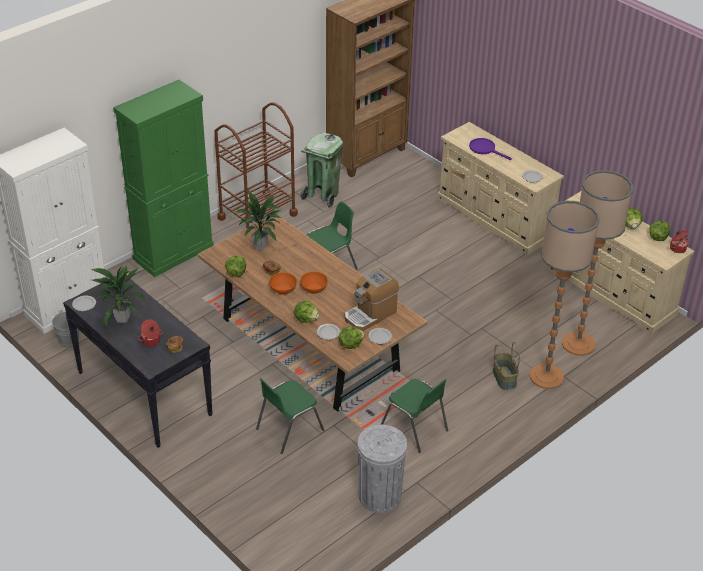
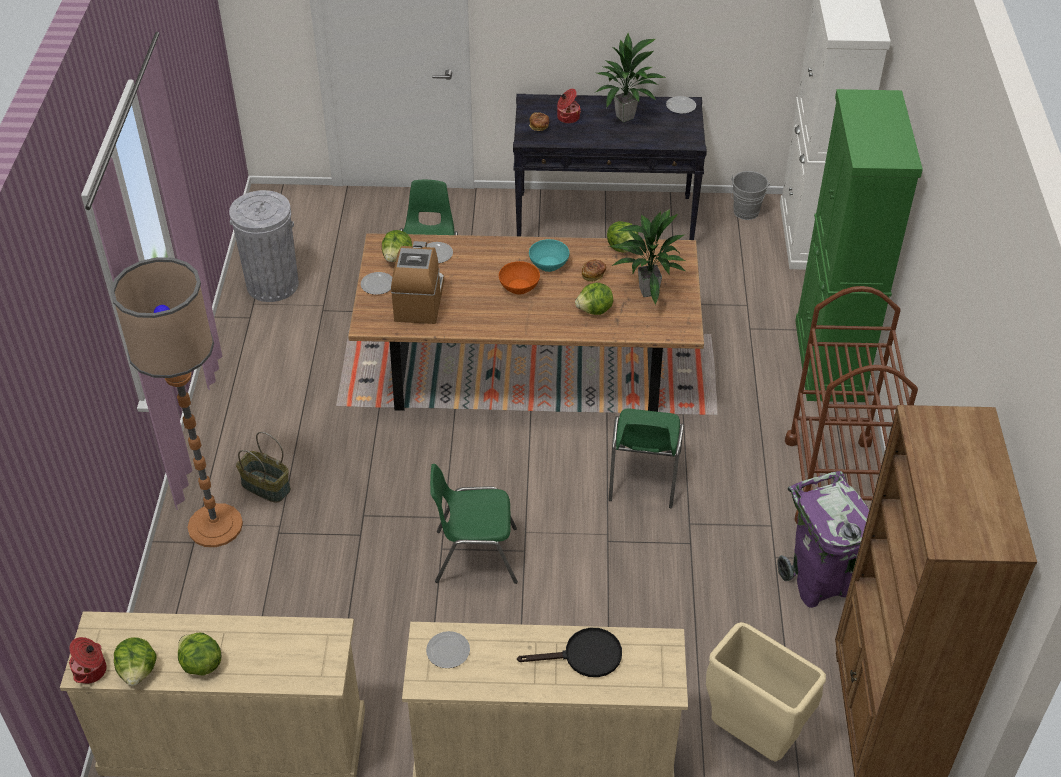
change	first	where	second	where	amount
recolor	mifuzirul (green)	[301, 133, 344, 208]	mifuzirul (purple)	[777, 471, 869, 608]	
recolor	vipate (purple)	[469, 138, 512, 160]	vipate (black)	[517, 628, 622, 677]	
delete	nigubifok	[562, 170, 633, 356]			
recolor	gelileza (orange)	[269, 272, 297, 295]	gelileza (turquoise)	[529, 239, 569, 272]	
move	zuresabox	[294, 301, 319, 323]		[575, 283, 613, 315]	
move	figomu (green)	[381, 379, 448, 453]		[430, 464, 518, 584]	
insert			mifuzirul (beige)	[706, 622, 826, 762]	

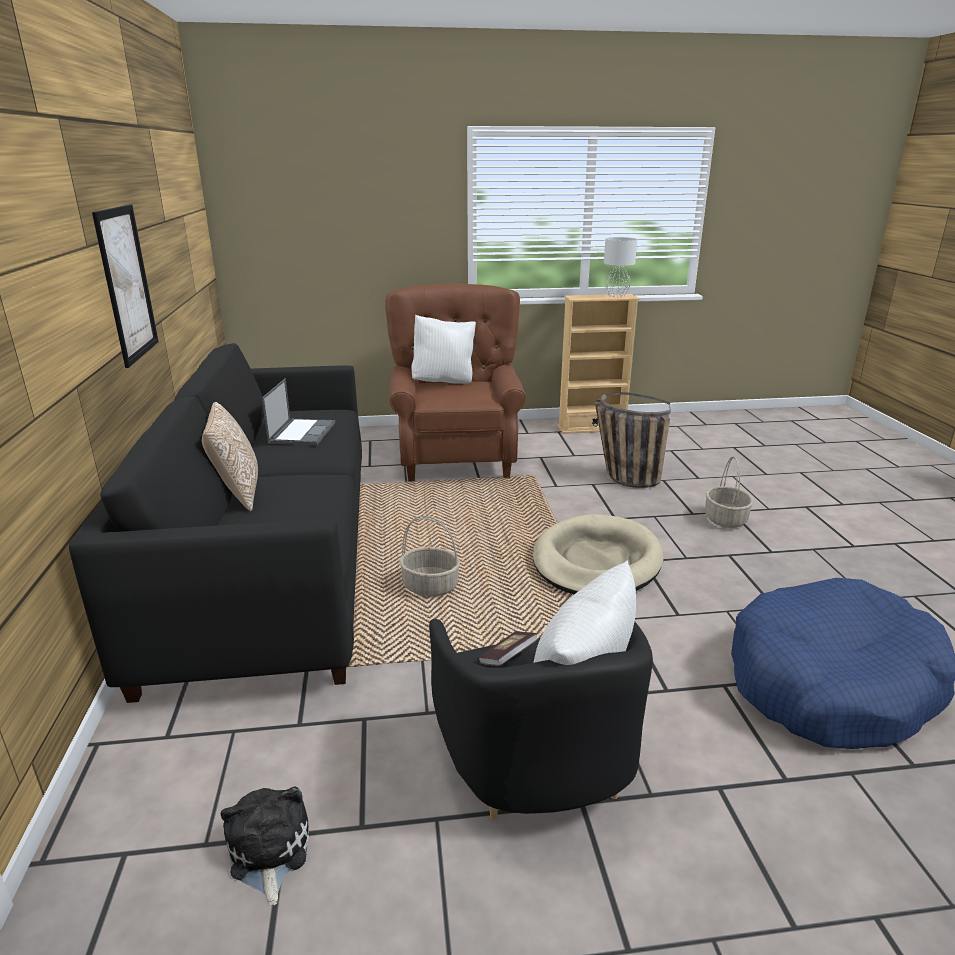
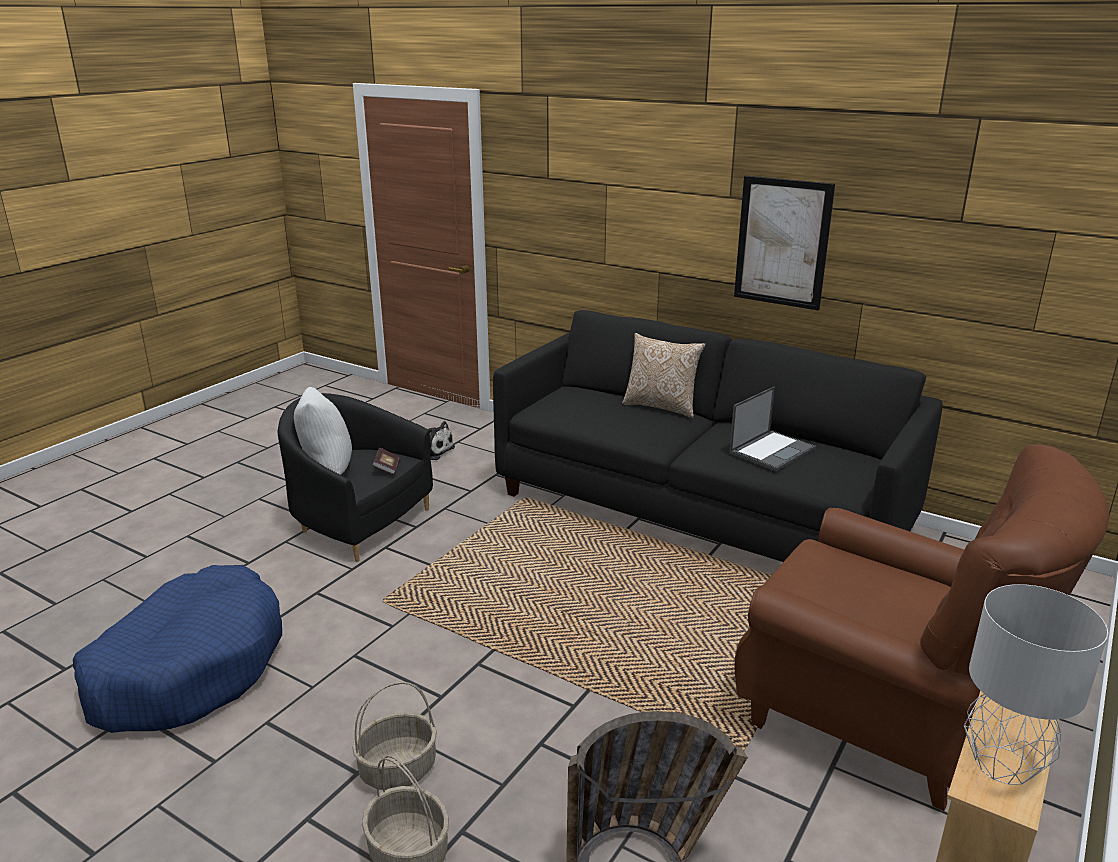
change	first	where	second	where	amount
delete	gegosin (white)	[411, 315, 476, 384]			
rotate	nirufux	[262, 378, 335, 445]		[729, 386, 816, 471]	90 degrees counterclockwise
delete	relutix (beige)	[533, 514, 664, 594]			
move	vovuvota	[399, 516, 460, 597]		[352, 682, 437, 790]	

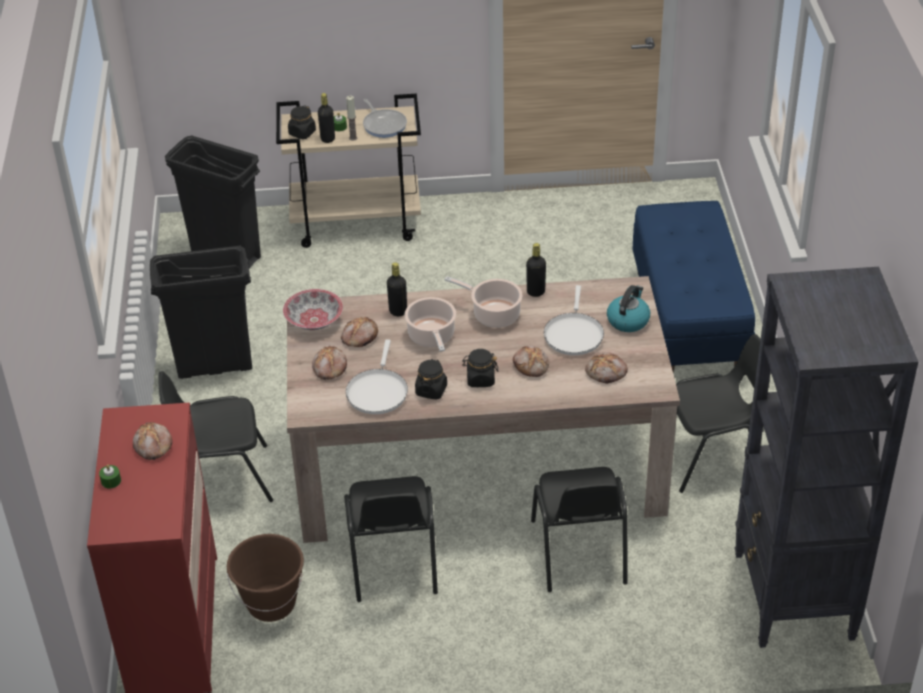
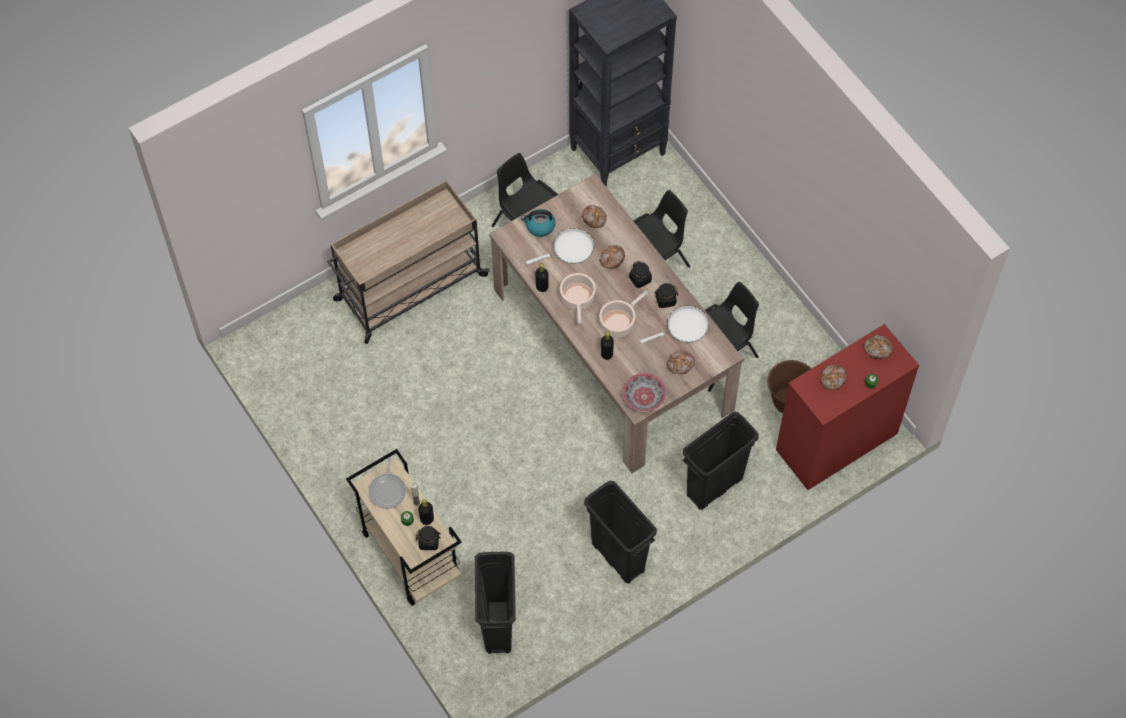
change	first	where	second	where	amount
rotate	vipate	[363, 99, 407, 138]		[368, 456, 406, 509]	150 degrees clockwise
replace	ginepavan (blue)	[632, 201, 755, 374]	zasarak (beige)	[327, 180, 490, 344]	
move	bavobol	[341, 317, 378, 347]		[864, 335, 893, 359]	
replace	figomu (black)	[159, 371, 273, 502]	mifuzirul (black)	[683, 412, 759, 510]	

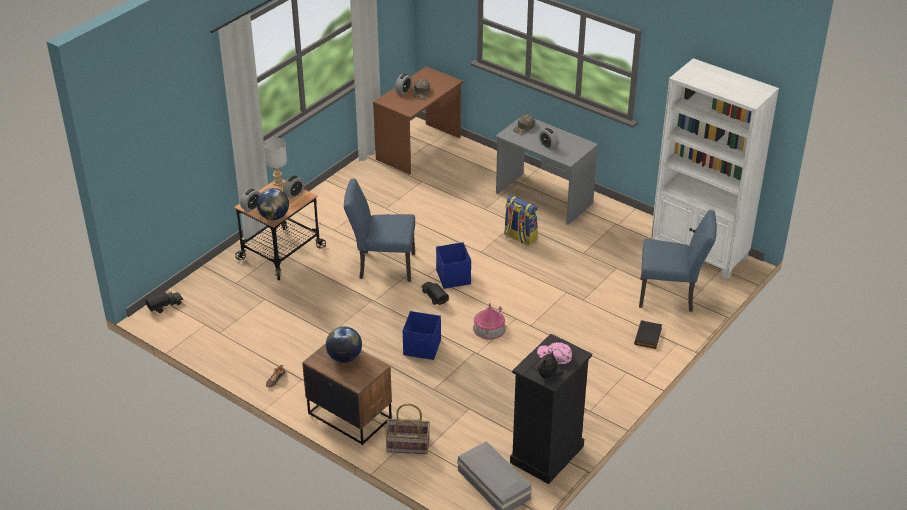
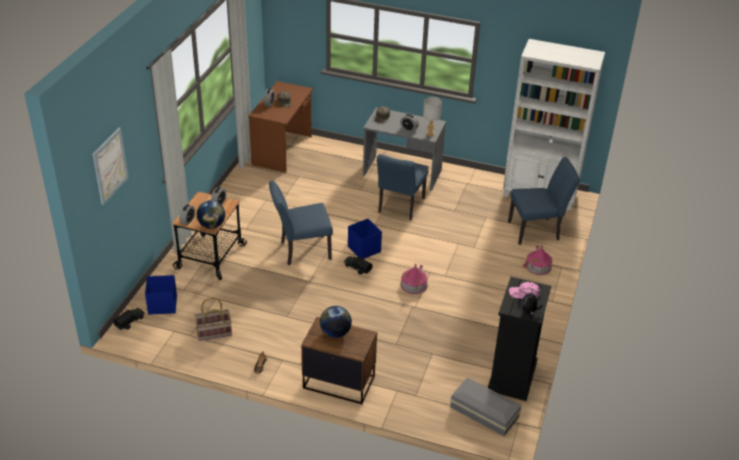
change	first	where	second	where	amount
move	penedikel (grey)	[263, 138, 287, 186]		[423, 97, 442, 137]	
replace	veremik	[504, 195, 538, 246]	figomu (blue)	[377, 154, 429, 220]	
move	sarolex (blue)	[403, 311, 441, 360]		[145, 275, 177, 315]	
replace	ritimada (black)	[634, 320, 662, 349]	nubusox	[523, 245, 552, 275]	
move	vovuvota	[385, 404, 430, 454]		[194, 297, 232, 341]	
insert			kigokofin	[92, 128, 129, 205]	

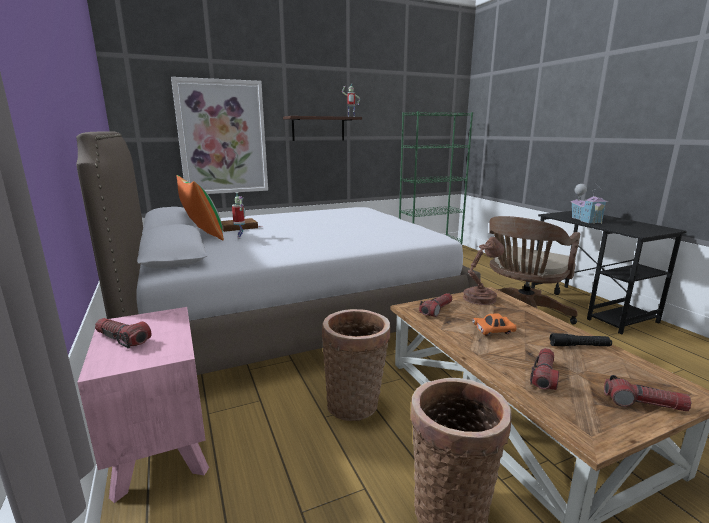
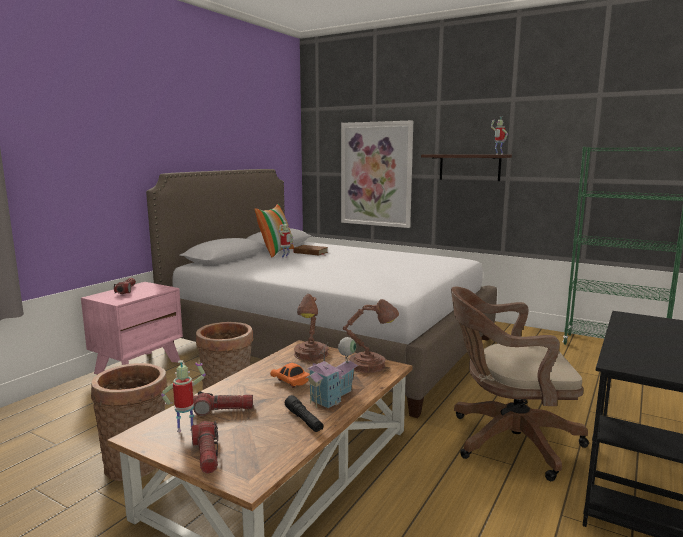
change	first	where	second	where	amount
move	nubusox	[570, 184, 608, 224]		[305, 337, 358, 409]	
replace	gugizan	[419, 293, 452, 317]	penedikel (brown)	[294, 294, 329, 361]	
insert			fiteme	[161, 360, 206, 432]	

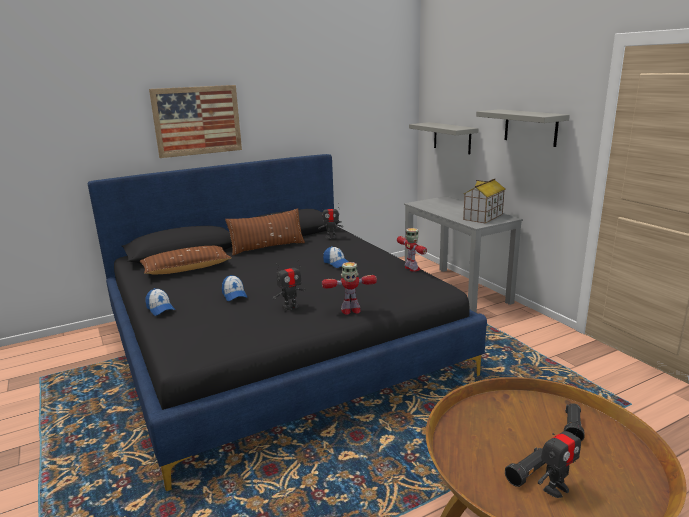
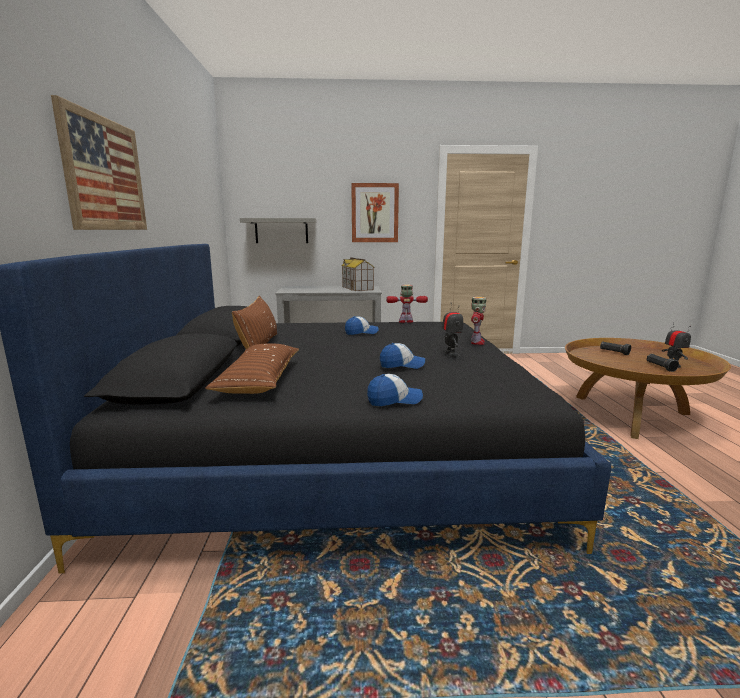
change	first	where	second	where	amount
replace	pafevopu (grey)	[476, 109, 570, 147]	kigokofin	[351, 183, 399, 242]	
delete	fiteme	[318, 203, 344, 239]			

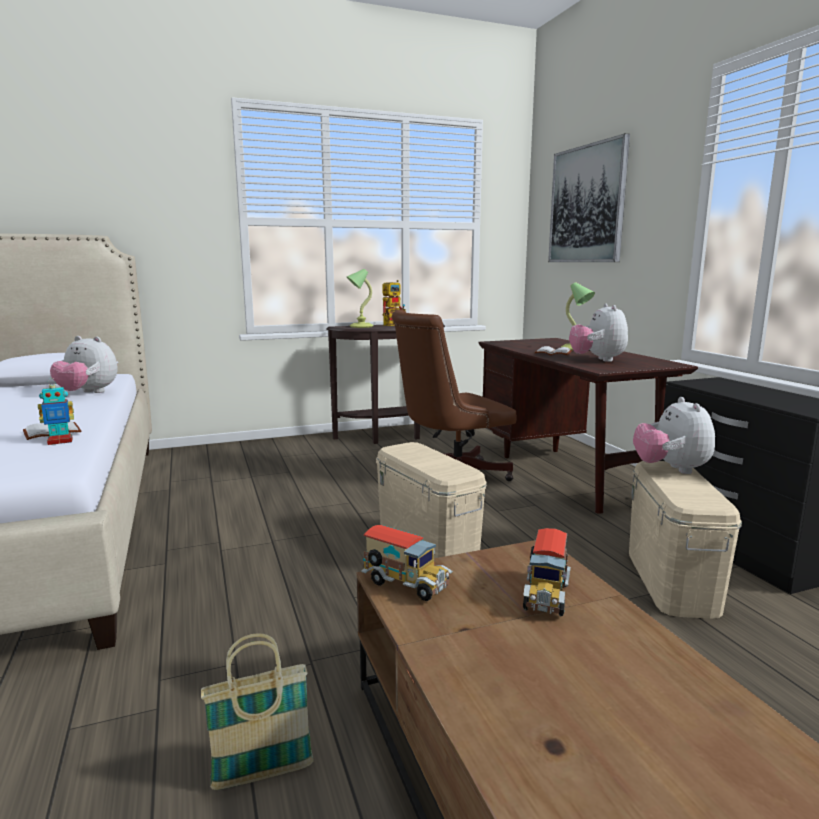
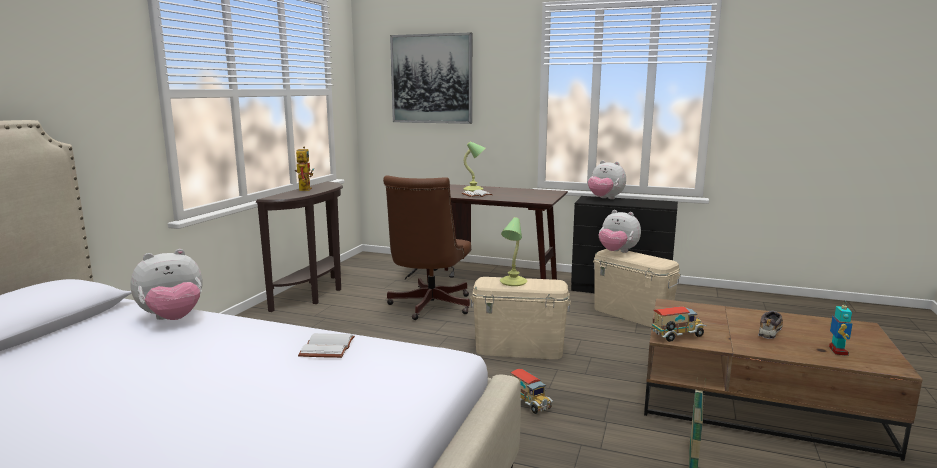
change	first	where	second	where	amount
move	penedikel	[347, 269, 373, 328]		[500, 217, 527, 286]	
move	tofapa	[569, 304, 628, 362]		[588, 160, 626, 199]	
move	fiteme	[38, 378, 74, 445]		[829, 300, 852, 356]	
move	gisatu	[523, 528, 571, 616]		[511, 369, 553, 414]	
insert			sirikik	[758, 311, 783, 339]	

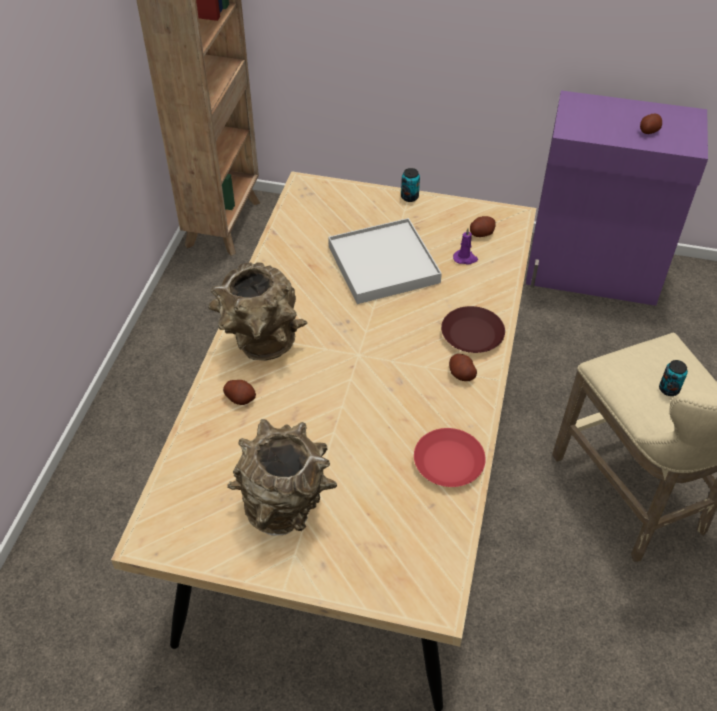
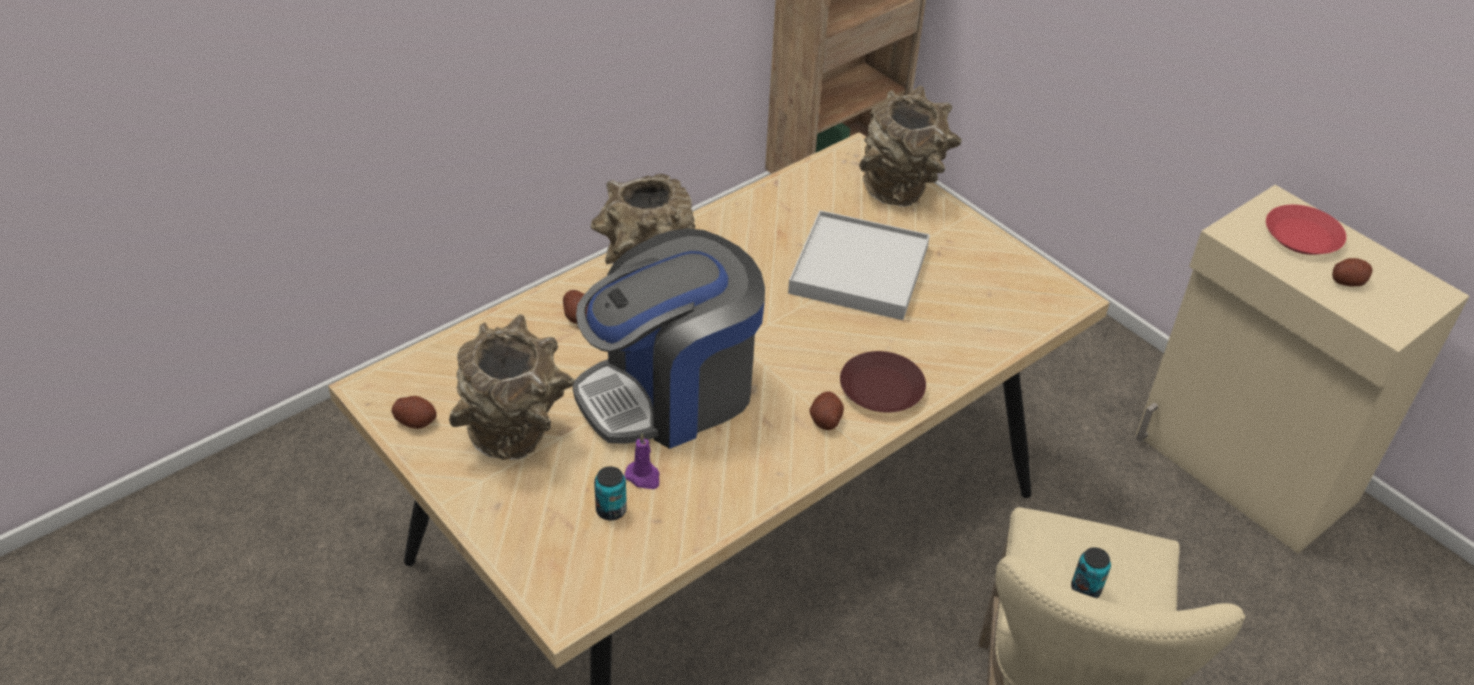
change	first	where	second	where	amount
recolor	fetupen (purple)	[526, 90, 708, 306]	fetupen (beige)	[1136, 185, 1470, 554]	
move	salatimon	[401, 168, 420, 202]		[594, 466, 627, 520]	
move	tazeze	[470, 216, 496, 237]		[392, 396, 437, 429]	
move	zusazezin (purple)	[453, 228, 478, 265]		[625, 433, 660, 489]	
move	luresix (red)	[414, 428, 486, 487]		[1266, 205, 1346, 255]	
insert			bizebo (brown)	[859, 86, 962, 207]	
insert			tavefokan	[573, 228, 765, 449]	

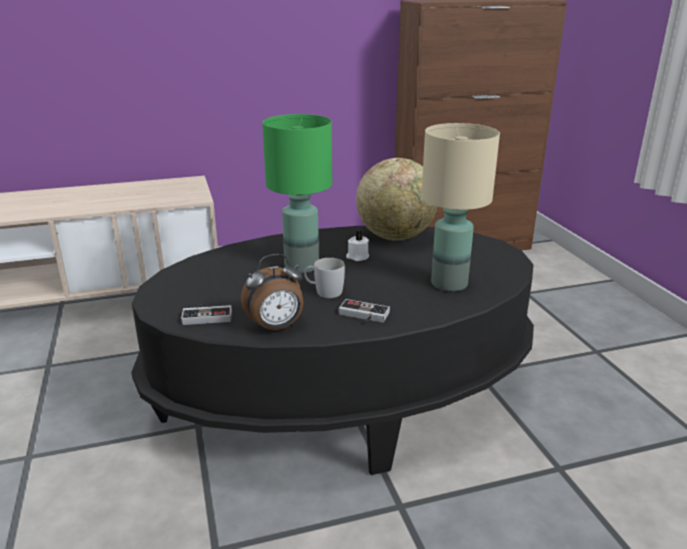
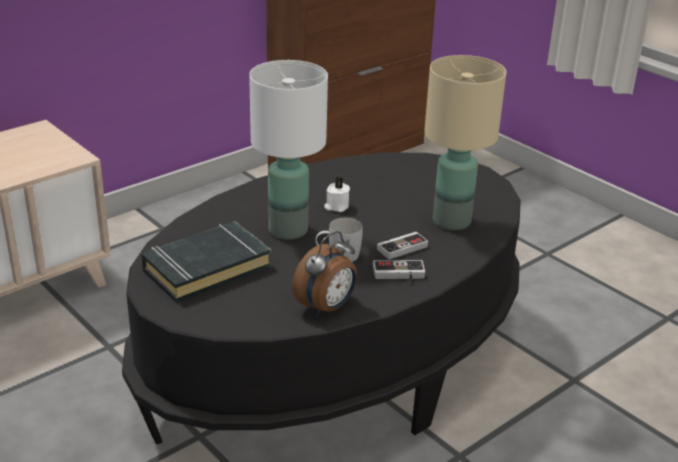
change	first	where	second	where	amount
recolor	penedikel (green)	[262, 114, 332, 273]	penedikel (white)	[249, 60, 328, 239]	
delete	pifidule	[356, 158, 437, 241]			
move	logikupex	[181, 305, 232, 325]		[377, 232, 428, 259]	
insert			ritimada (black)	[141, 221, 272, 303]	

